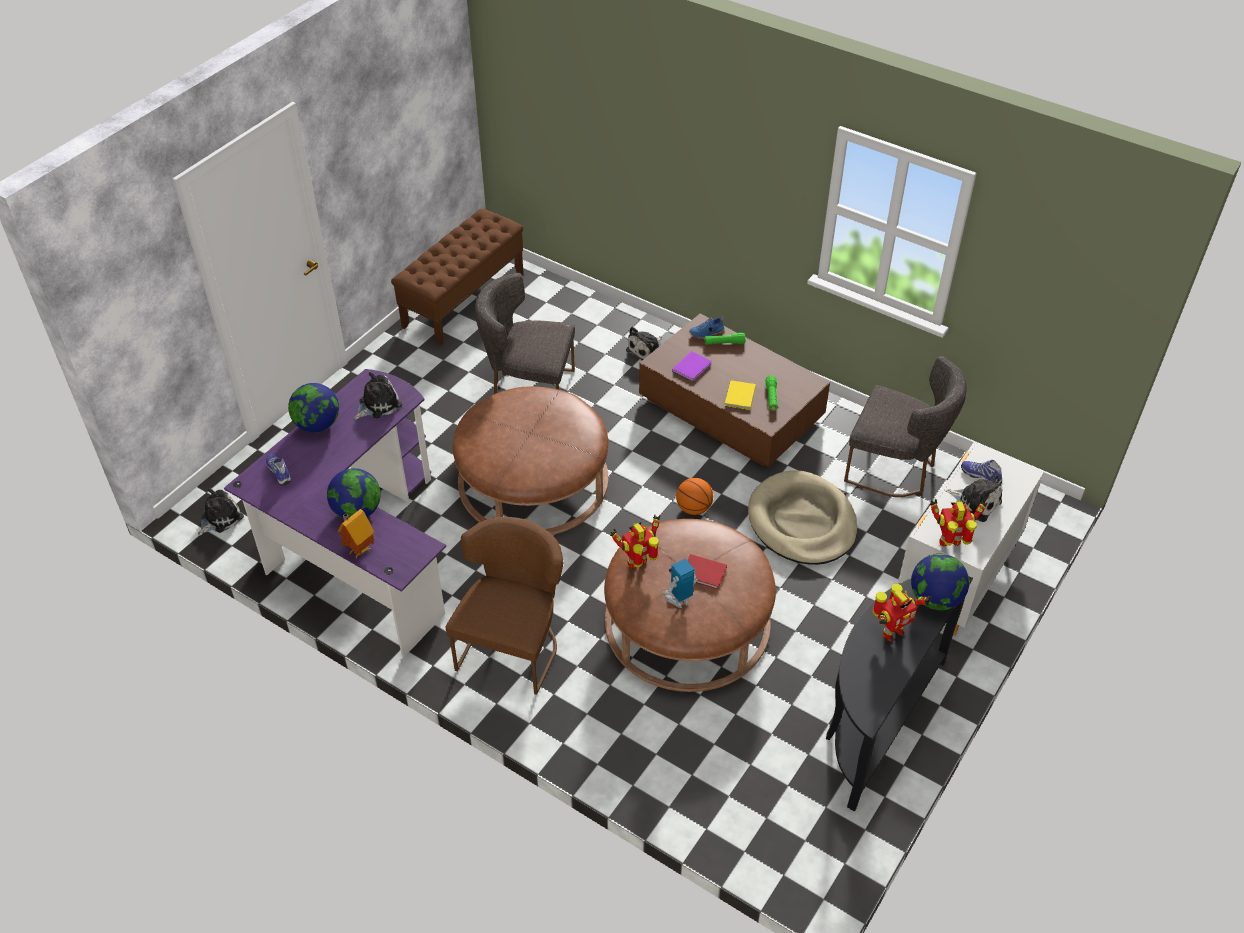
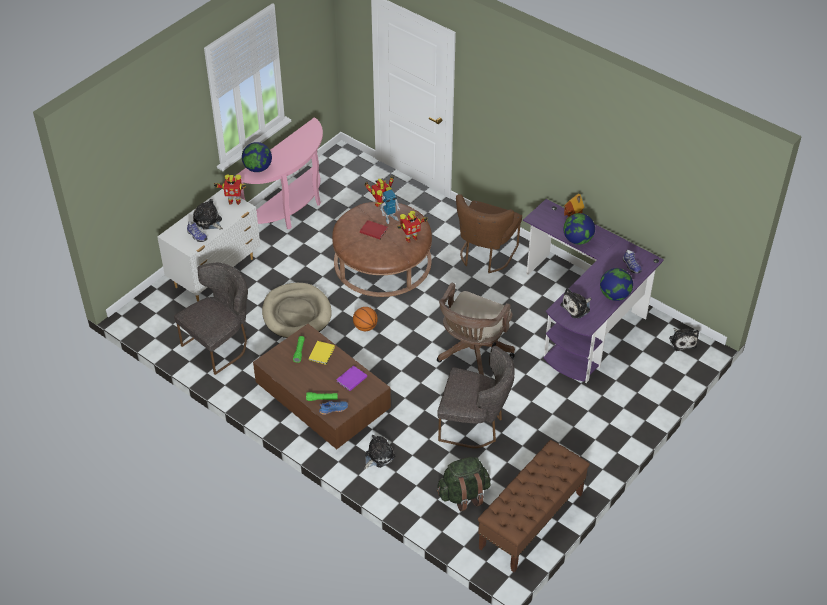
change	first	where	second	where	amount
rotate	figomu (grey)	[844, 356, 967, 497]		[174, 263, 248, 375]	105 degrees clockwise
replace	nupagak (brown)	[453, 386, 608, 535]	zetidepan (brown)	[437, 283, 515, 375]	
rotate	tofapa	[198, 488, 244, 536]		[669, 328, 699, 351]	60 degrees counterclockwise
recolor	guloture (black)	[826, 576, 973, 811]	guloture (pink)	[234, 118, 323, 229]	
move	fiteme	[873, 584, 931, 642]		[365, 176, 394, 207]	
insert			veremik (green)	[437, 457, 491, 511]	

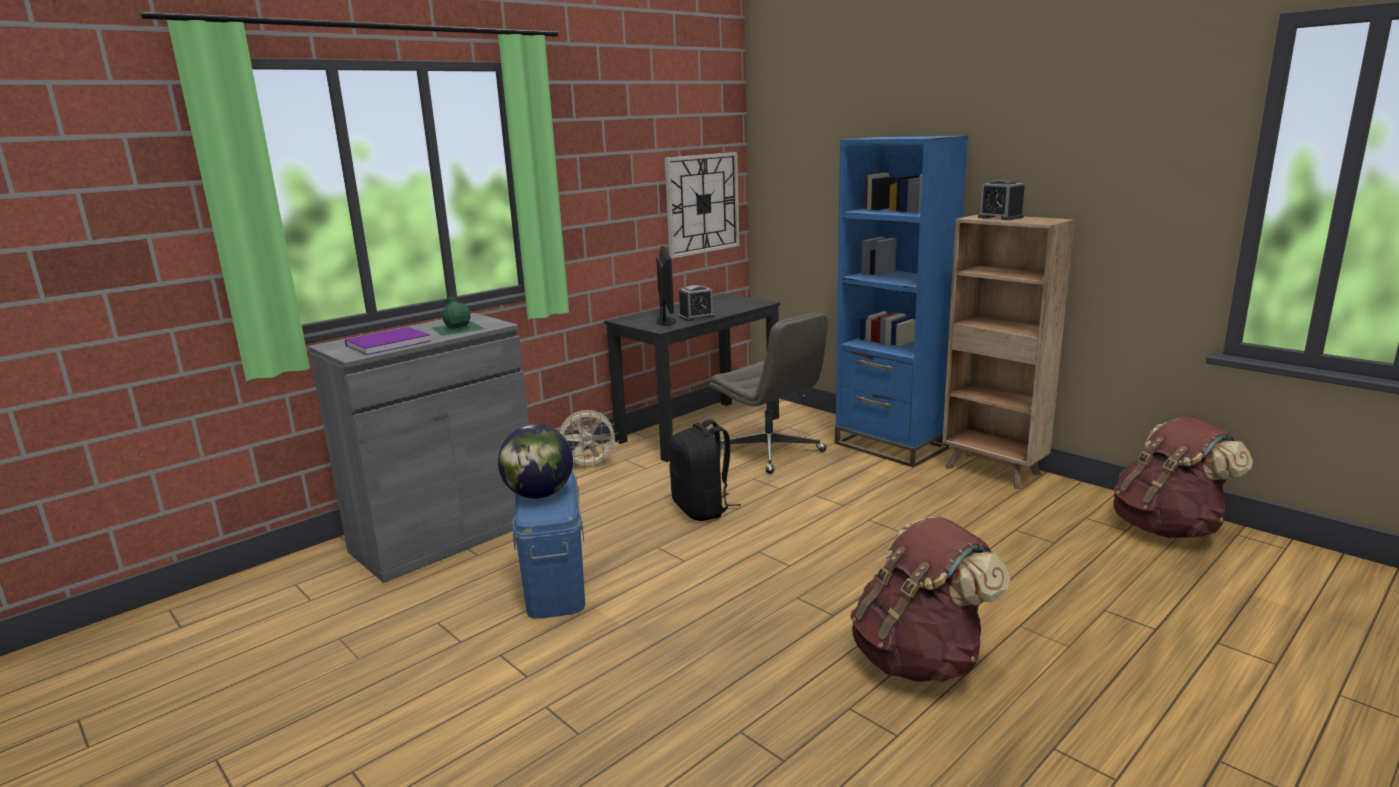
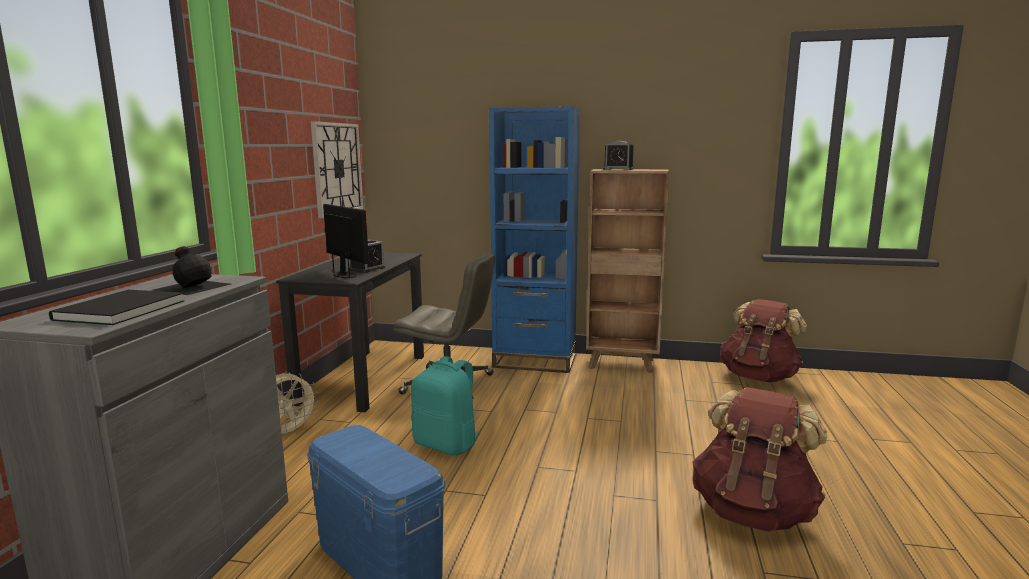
change	first	where	second	where	amount
recolor	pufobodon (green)	[432, 295, 484, 336]	pufobodon (black)	[152, 246, 231, 295]	
recolor	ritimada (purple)	[345, 327, 431, 355]	ritimada (black)	[49, 290, 184, 325]	
recolor	veremik (black)	[669, 420, 741, 521]	veremik (turquoise)	[411, 356, 480, 456]	
delete	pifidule	[498, 424, 573, 499]			

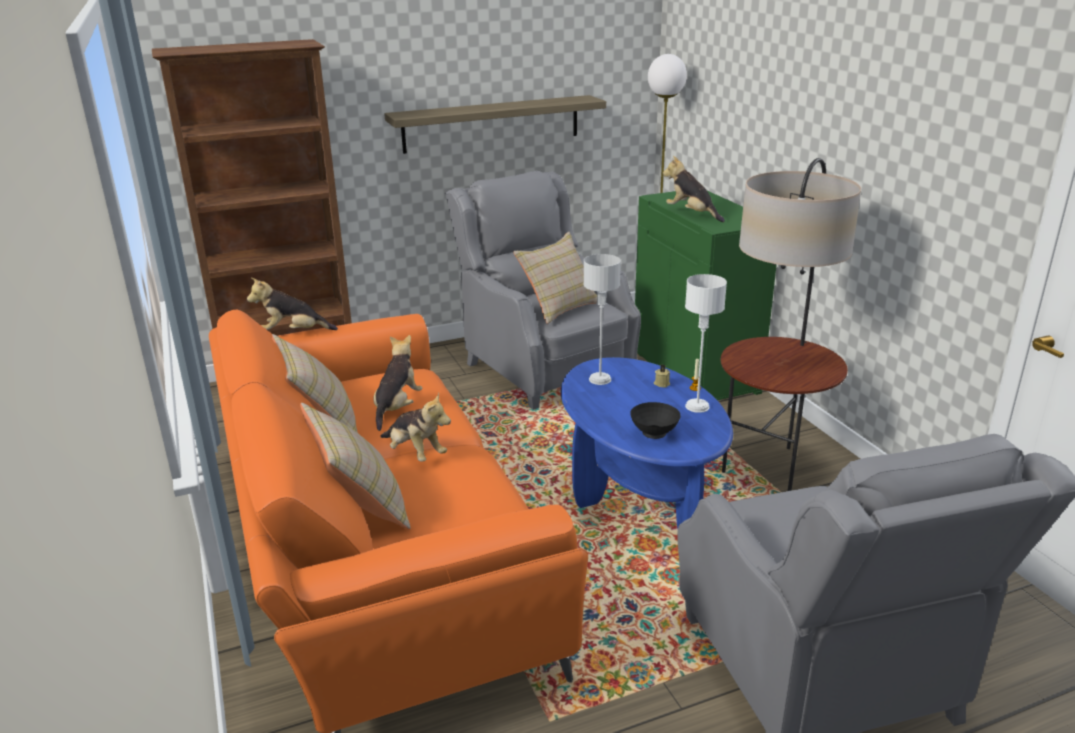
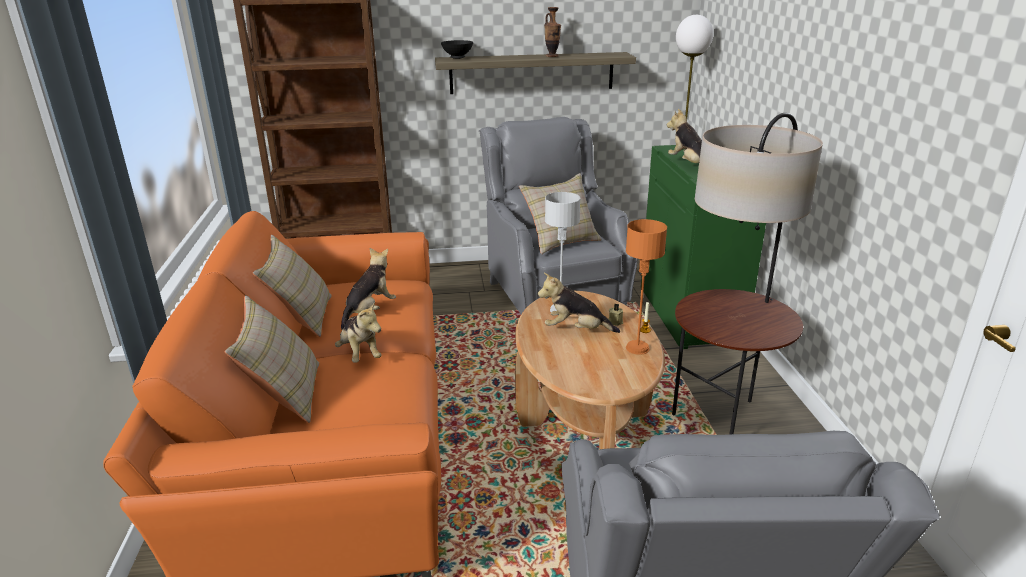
change	first	where	second	where	amount
recolor	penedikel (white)	[685, 274, 727, 413]	penedikel (orange)	[626, 219, 667, 355]	
move	tofapa	[247, 278, 338, 330]		[538, 273, 620, 333]	
recolor	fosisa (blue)	[561, 357, 733, 529]	fosisa (brown)	[515, 291, 665, 450]	
move	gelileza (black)	[630, 402, 681, 439]		[441, 40, 473, 59]	
insert			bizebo	[544, 7, 561, 57]	

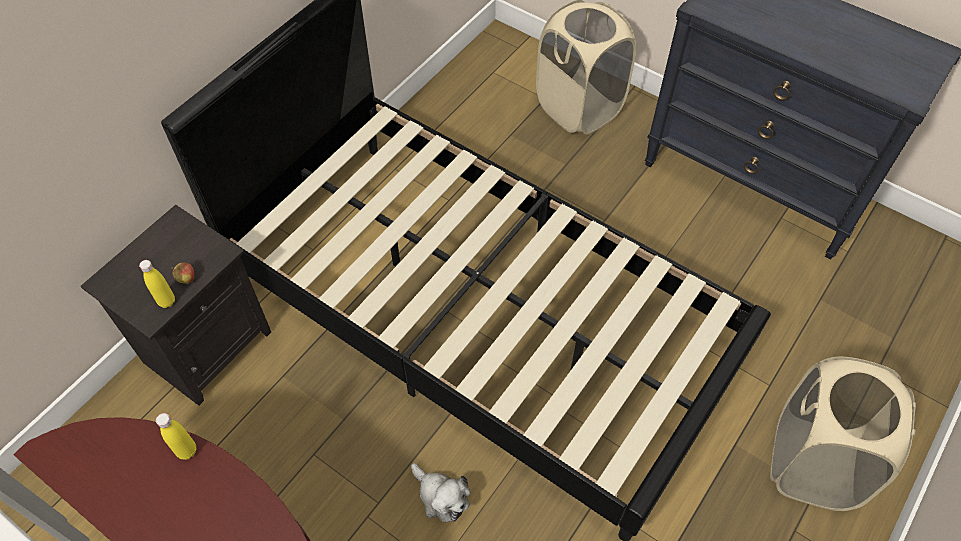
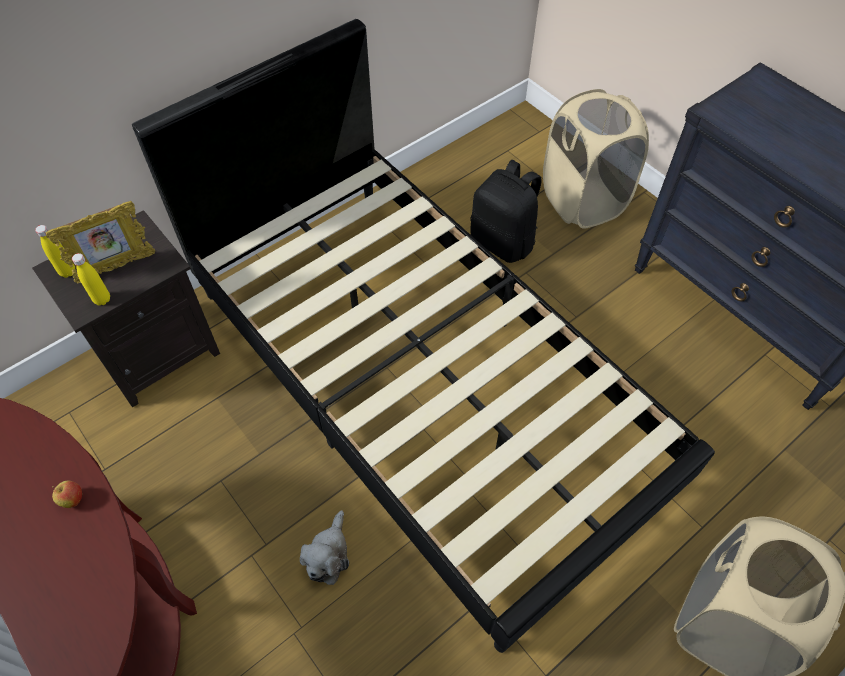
change	first	where	second	where	amount
move	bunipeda	[173, 262, 195, 284]		[52, 481, 82, 508]	
move	pufobodon (yellow)	[156, 413, 197, 460]		[35, 225, 75, 278]	
rotate	tofapa	[411, 463, 471, 522]		[300, 510, 349, 585]	45 degrees clockwise
insert			veremik (black)	[470, 160, 542, 263]	
insert			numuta	[45, 201, 155, 284]	

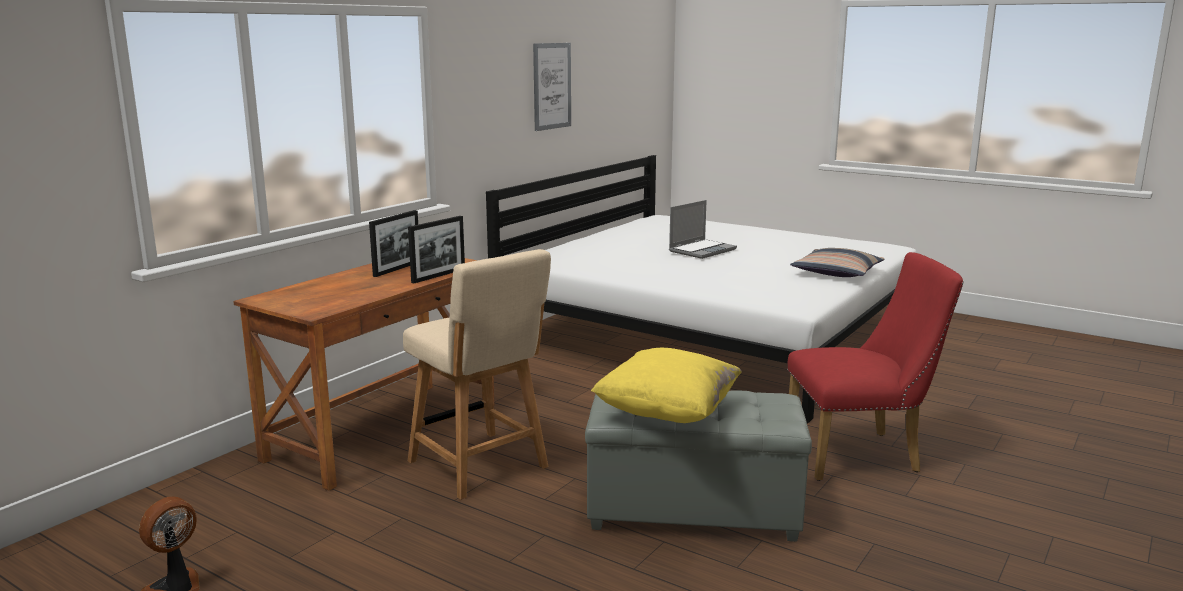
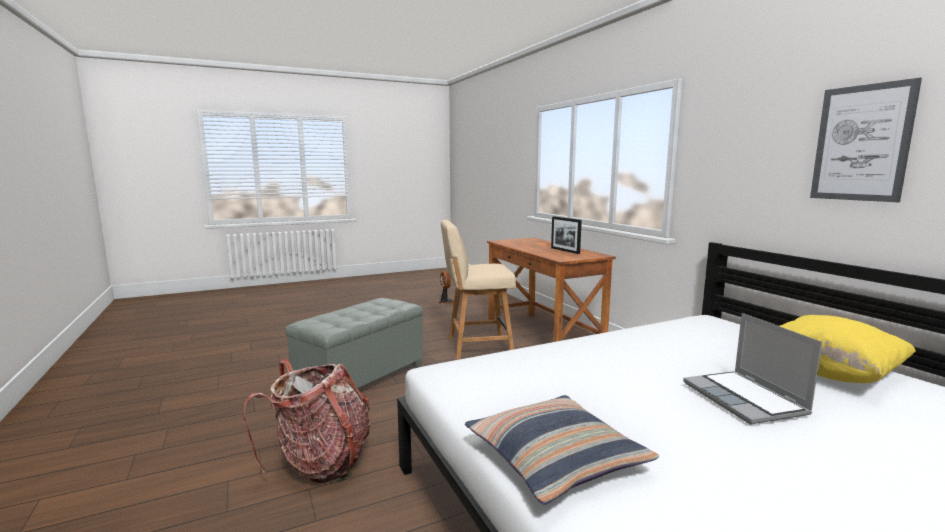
change	first	where	second	where	amount
delete	numuta	[408, 216, 465, 283]			
replace	figomu (red)	[787, 252, 964, 481]	veremik	[242, 359, 371, 484]	
move	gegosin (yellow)	[591, 348, 742, 423]		[780, 315, 916, 383]	

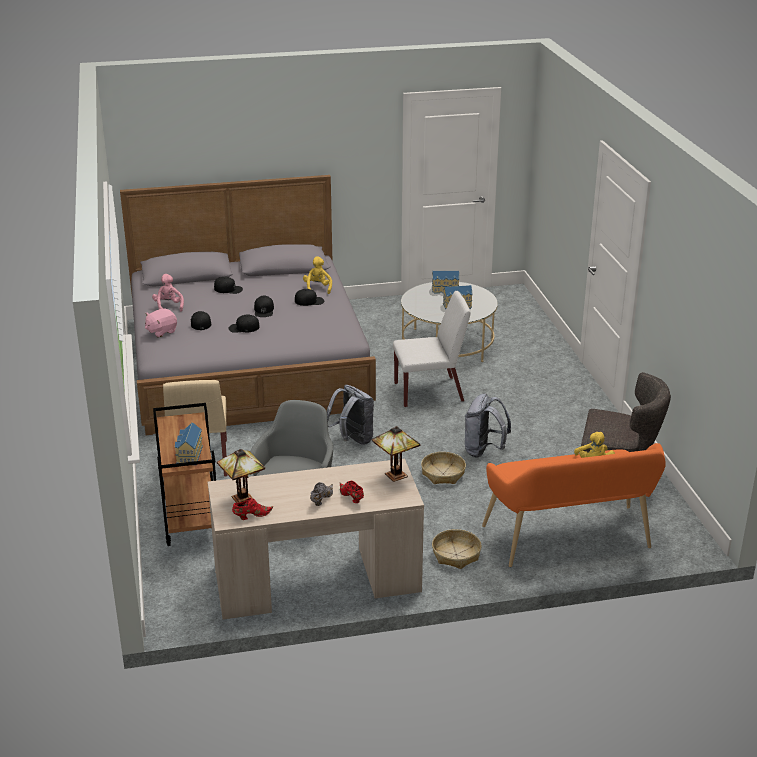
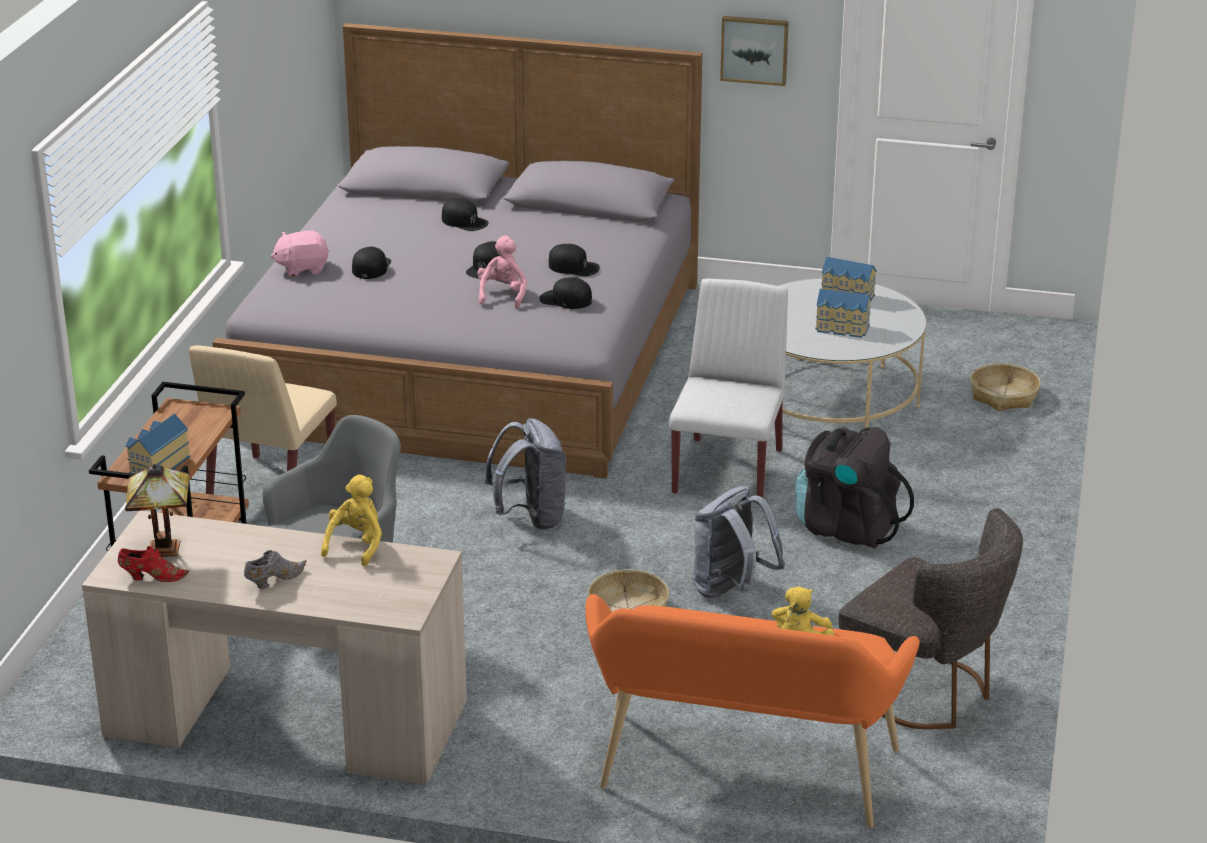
change	first	where	second	where	amount
move	tofapa (yellow)	[303, 256, 332, 294]		[321, 475, 382, 566]	
move	tofapa (pink)	[152, 274, 184, 312]		[477, 236, 527, 308]	
rotate	figomu (white)	[393, 291, 470, 407]		[669, 279, 788, 505]	90 degrees counterclockwise
move	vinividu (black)	[229, 314, 260, 333]		[540, 277, 592, 309]	
delete	penedikel	[372, 426, 421, 482]			
delete	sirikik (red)	[340, 481, 364, 503]			
move	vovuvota	[432, 529, 482, 569]		[970, 363, 1041, 411]	
insert			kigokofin	[720, 16, 789, 86]	
insert			veremik (black)	[795, 427, 914, 548]	

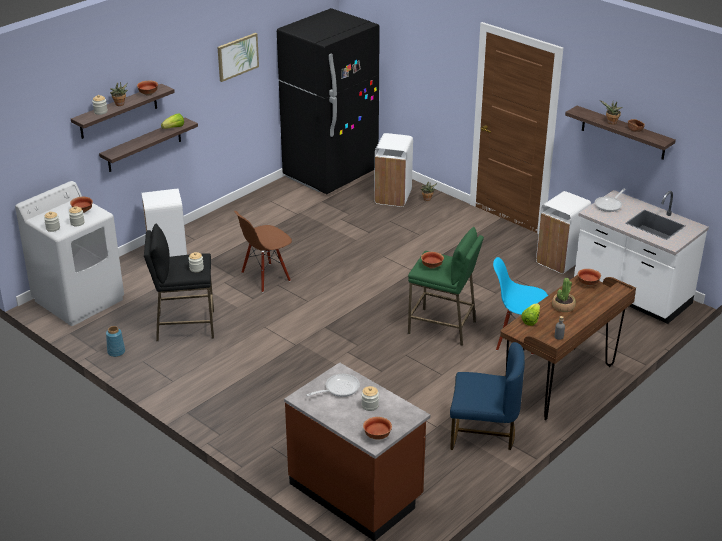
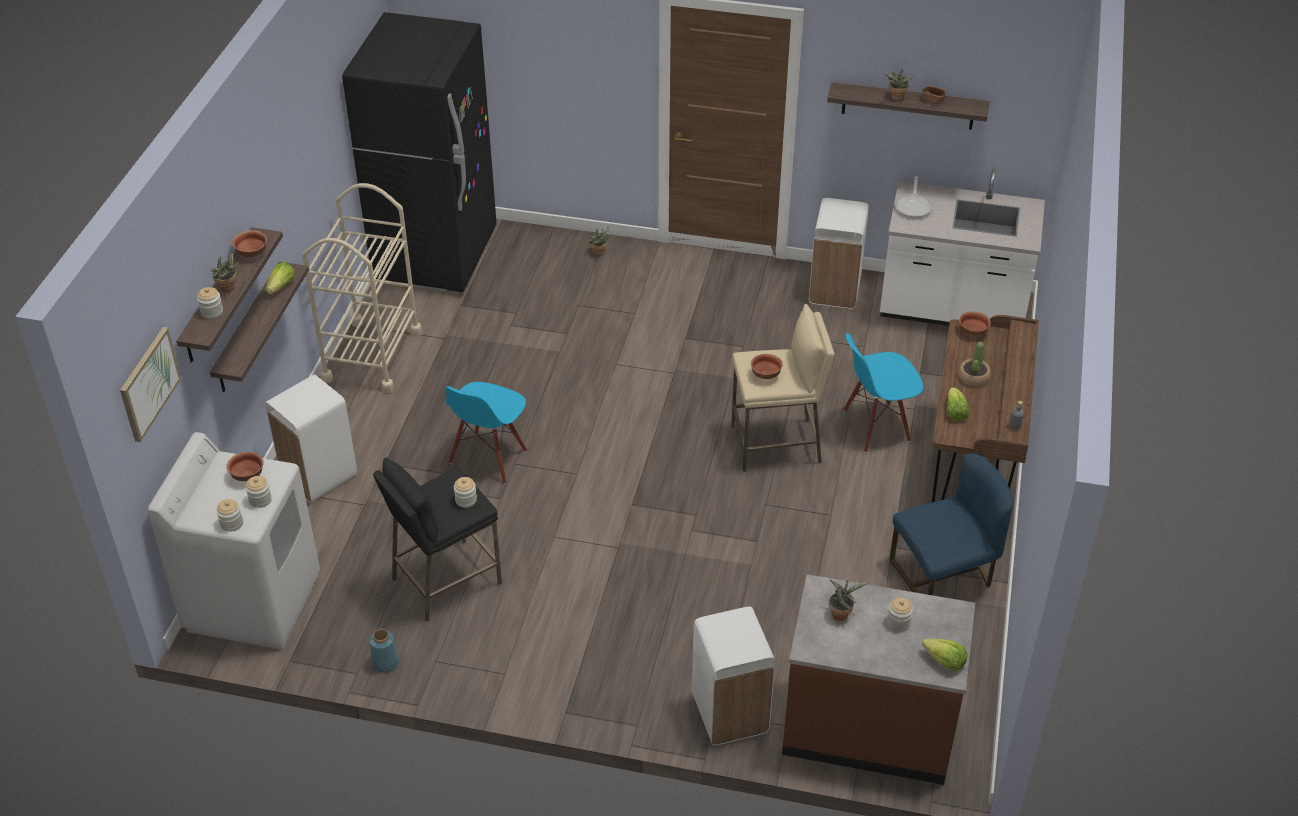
change	first	where	second	where	amount
move	kigokofin	[217, 33, 259, 82]		[120, 327, 181, 442]	
move	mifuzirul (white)	[374, 133, 413, 207]		[692, 607, 775, 746]	
recolor	figomu (brown)	[234, 211, 292, 293]	figomu (blue)	[446, 382, 527, 484]	
recolor	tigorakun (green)	[408, 227, 484, 346]	tigorakun (beige)	[731, 304, 835, 472]	
replace	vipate	[306, 374, 360, 397]	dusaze	[829, 580, 871, 621]	
replace	gelileza	[363, 417, 392, 440]	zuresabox	[922, 639, 968, 671]	
insert			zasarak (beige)	[302, 183, 422, 393]	

